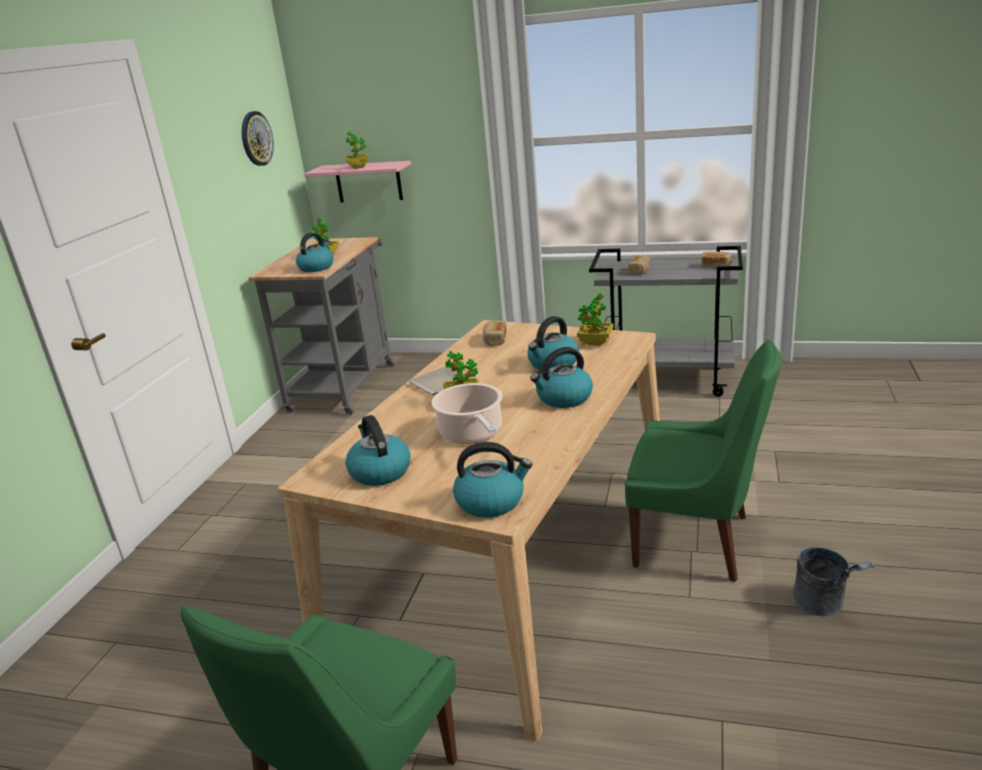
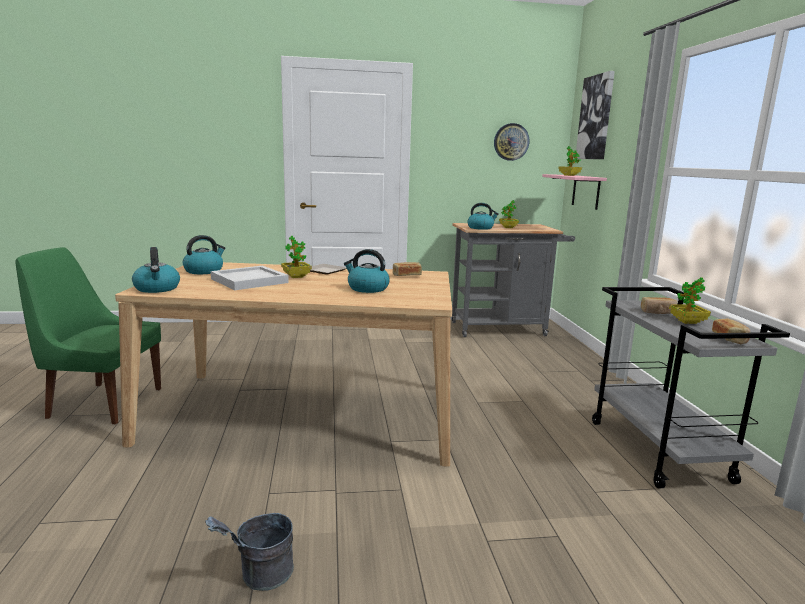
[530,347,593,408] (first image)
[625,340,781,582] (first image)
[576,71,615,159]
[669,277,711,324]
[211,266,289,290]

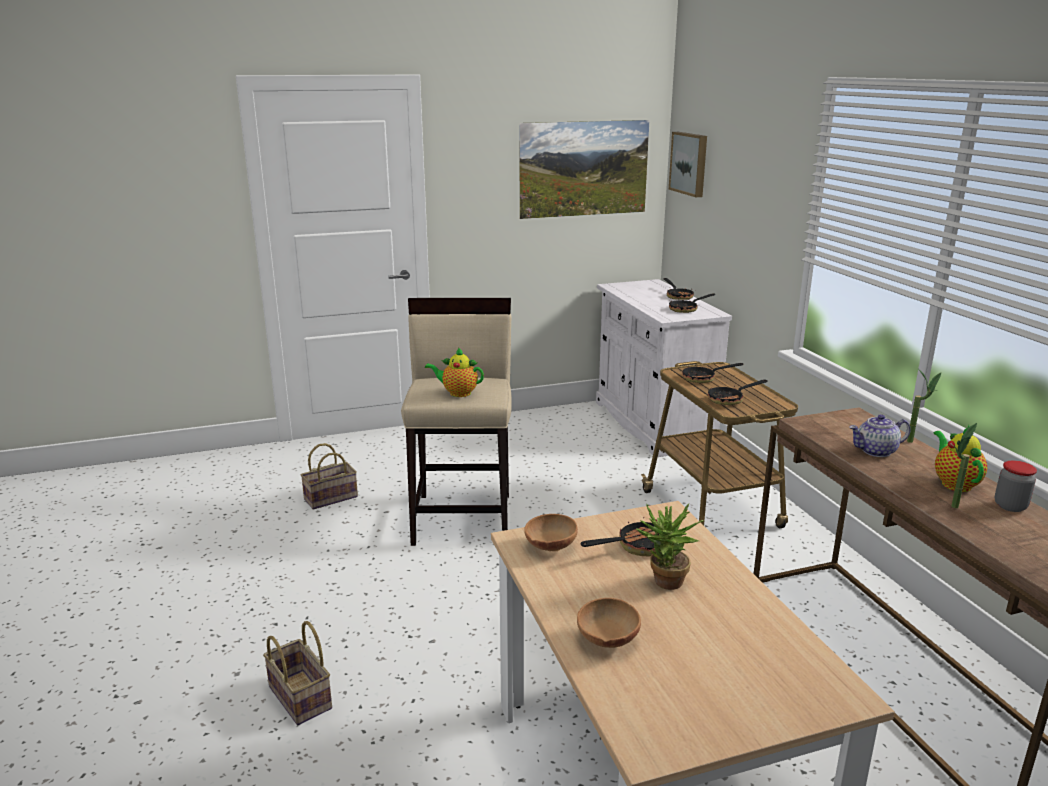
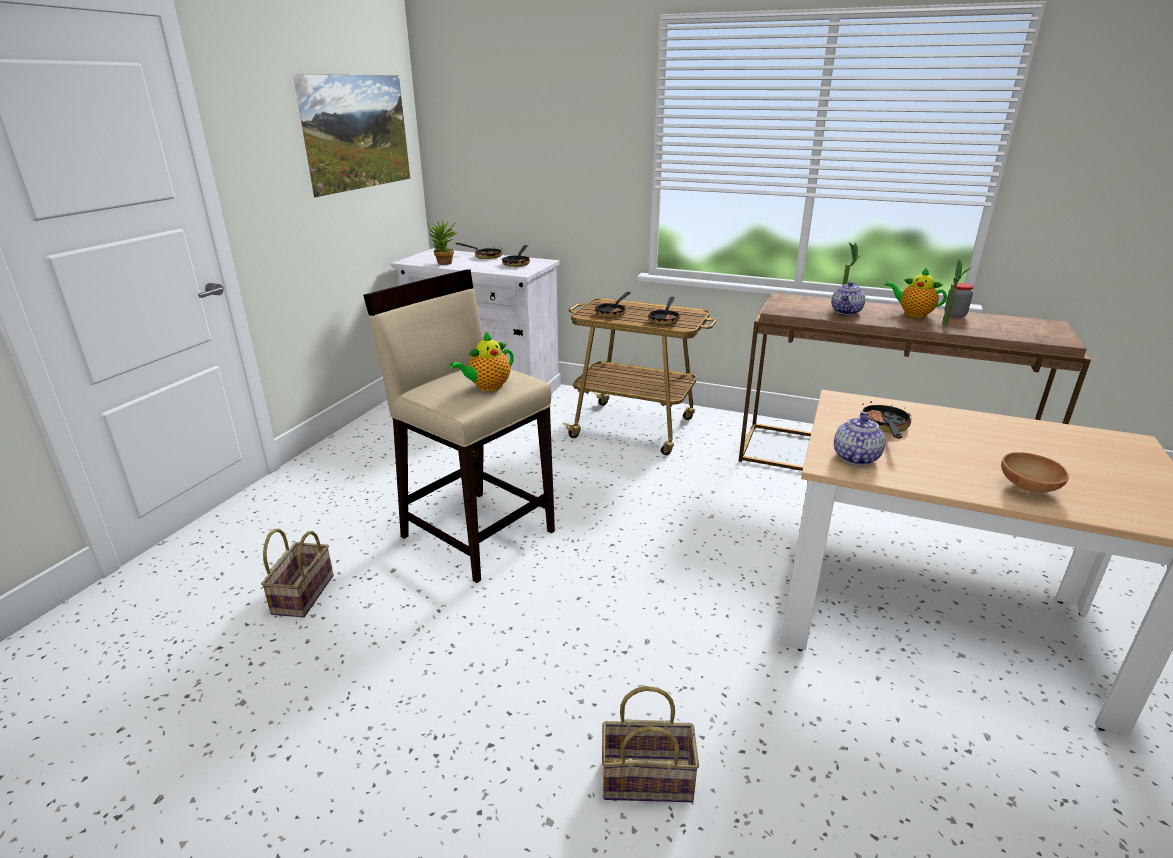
[669,132,707,197] (first image)
[427,221,457,265]
[834,412,885,465]

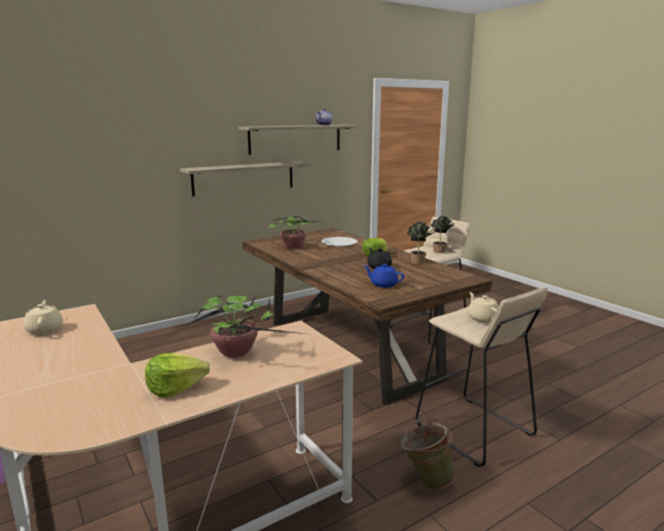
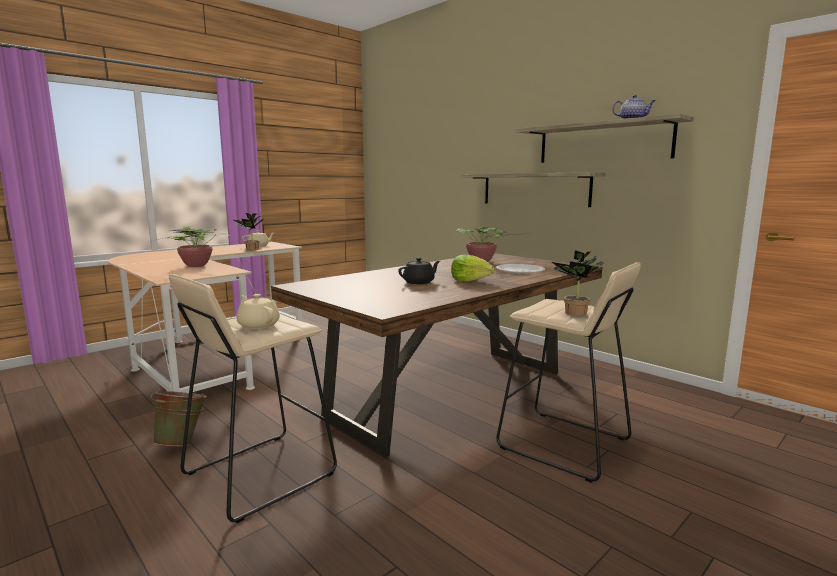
[145,353,210,397] (first image)
[363,264,404,288] (first image)
[234,213,264,250]
[237,294,280,329]

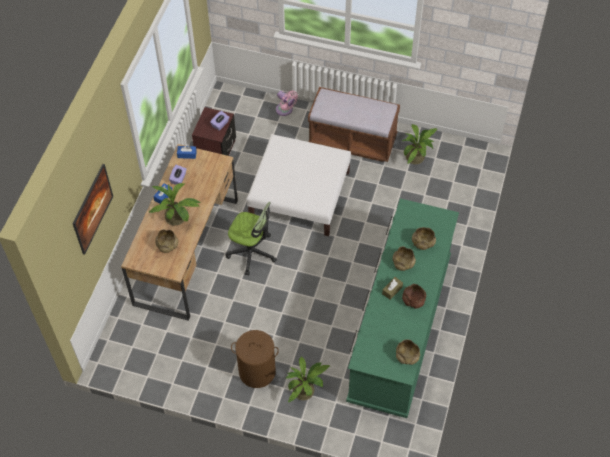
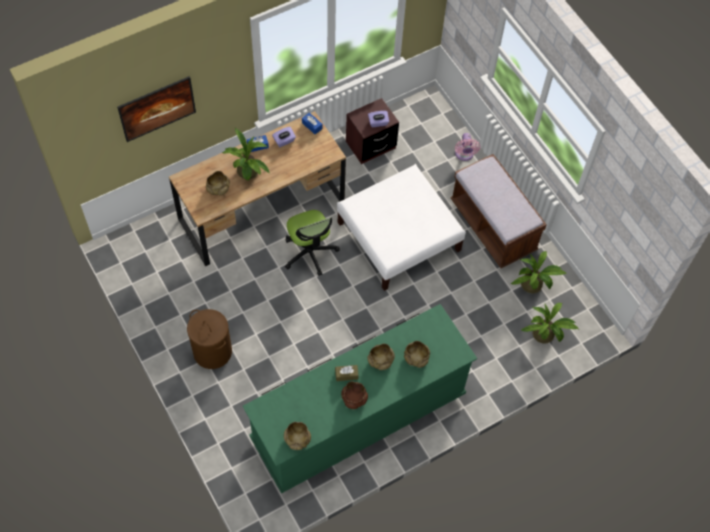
[521,303,579,344]

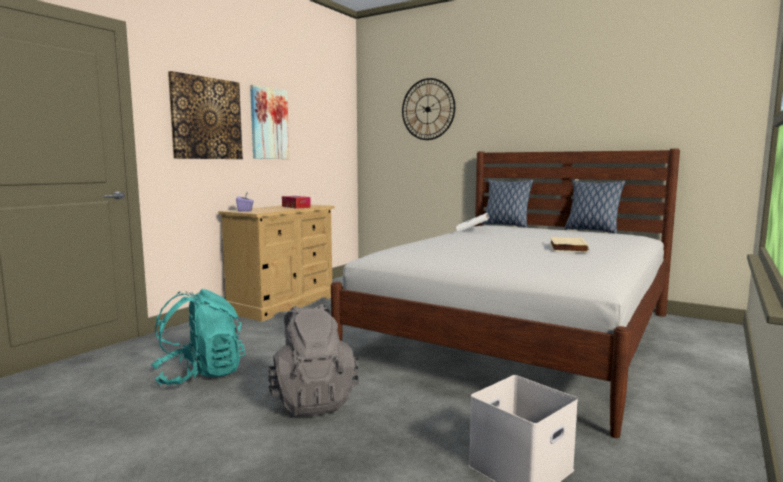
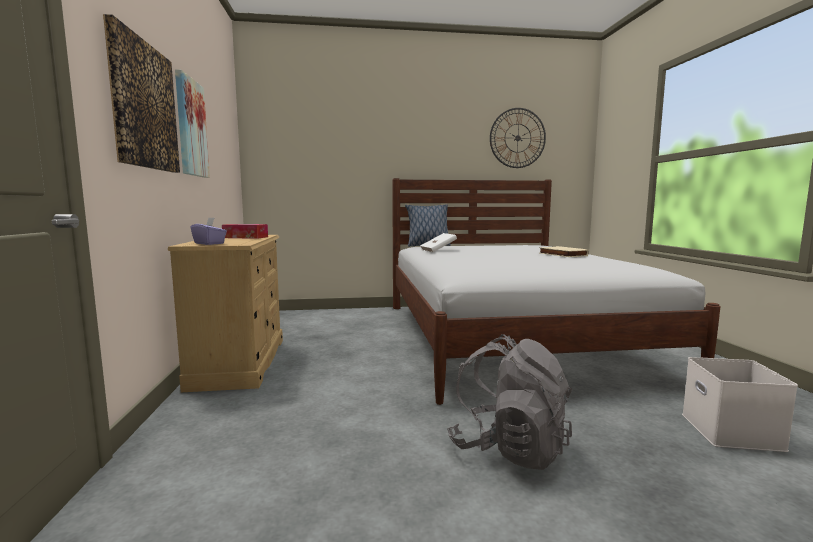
[151,289,245,385] (first image)
[564,180,626,233] (first image)
[490,108,546,168]

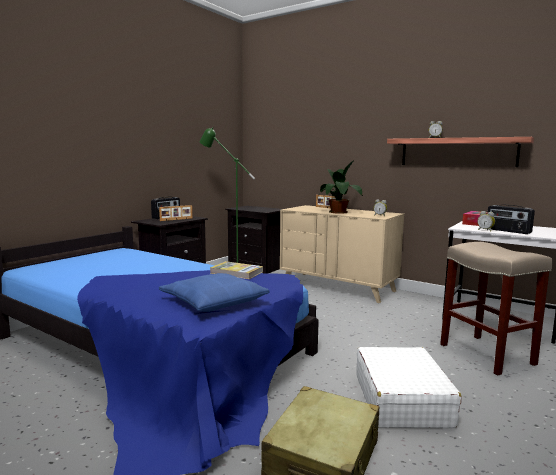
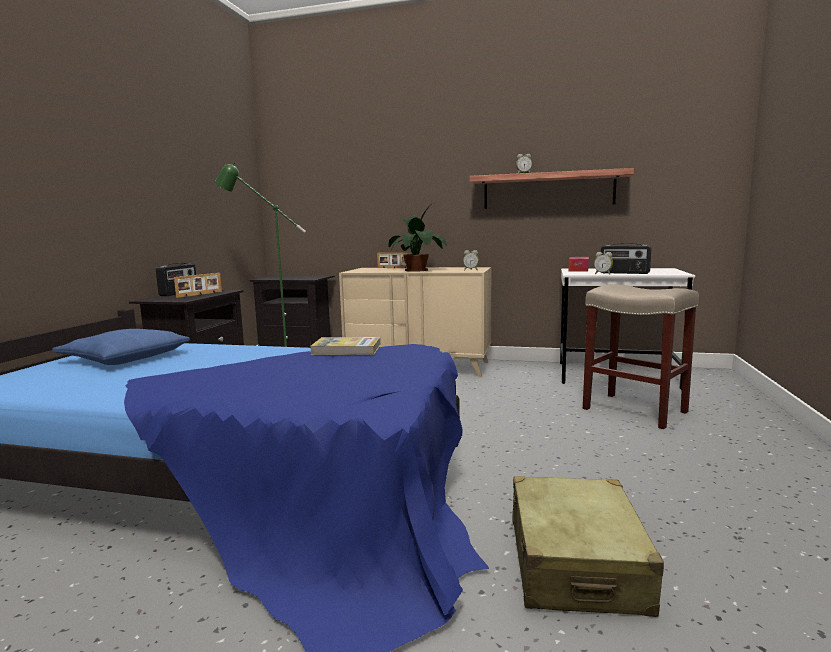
[356,347,462,428] (first image)
[52,329,190,365]

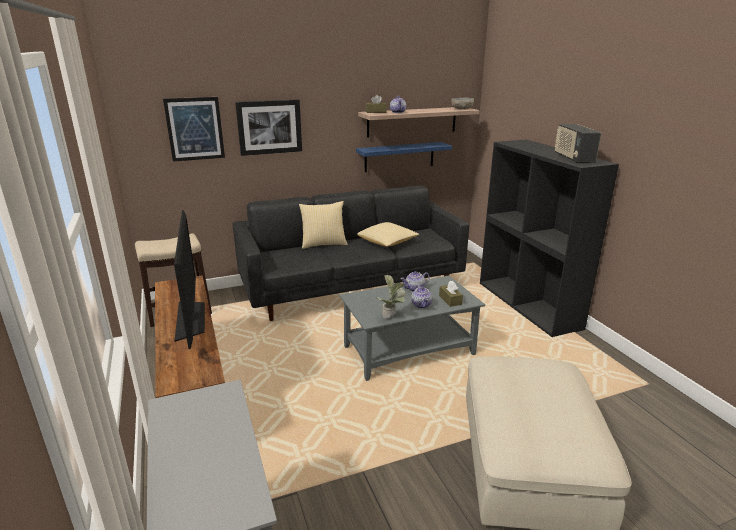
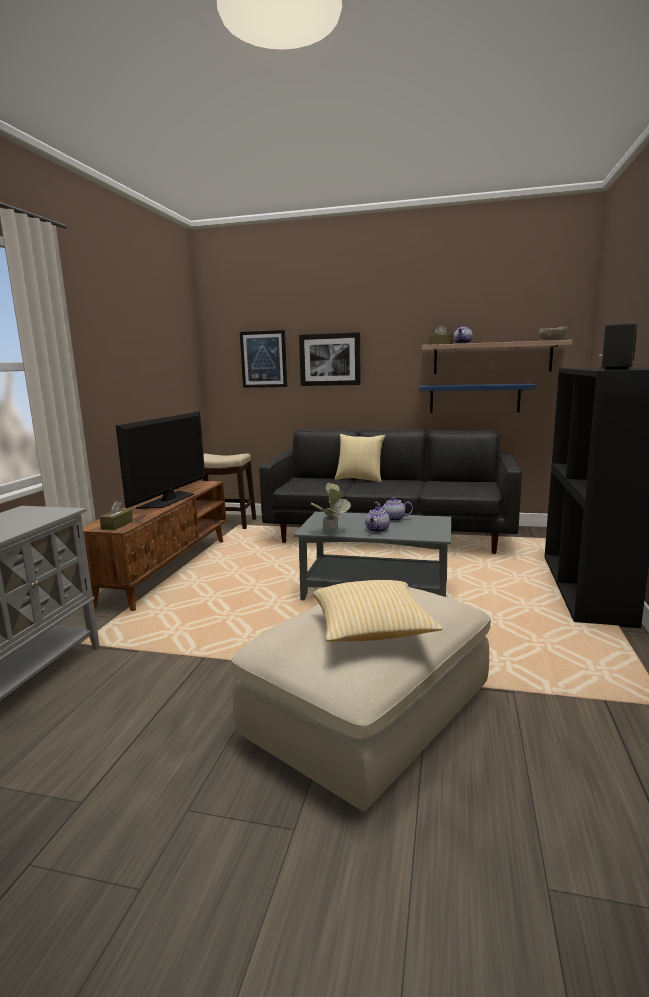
[313,580,443,642]
[100,501,133,530]

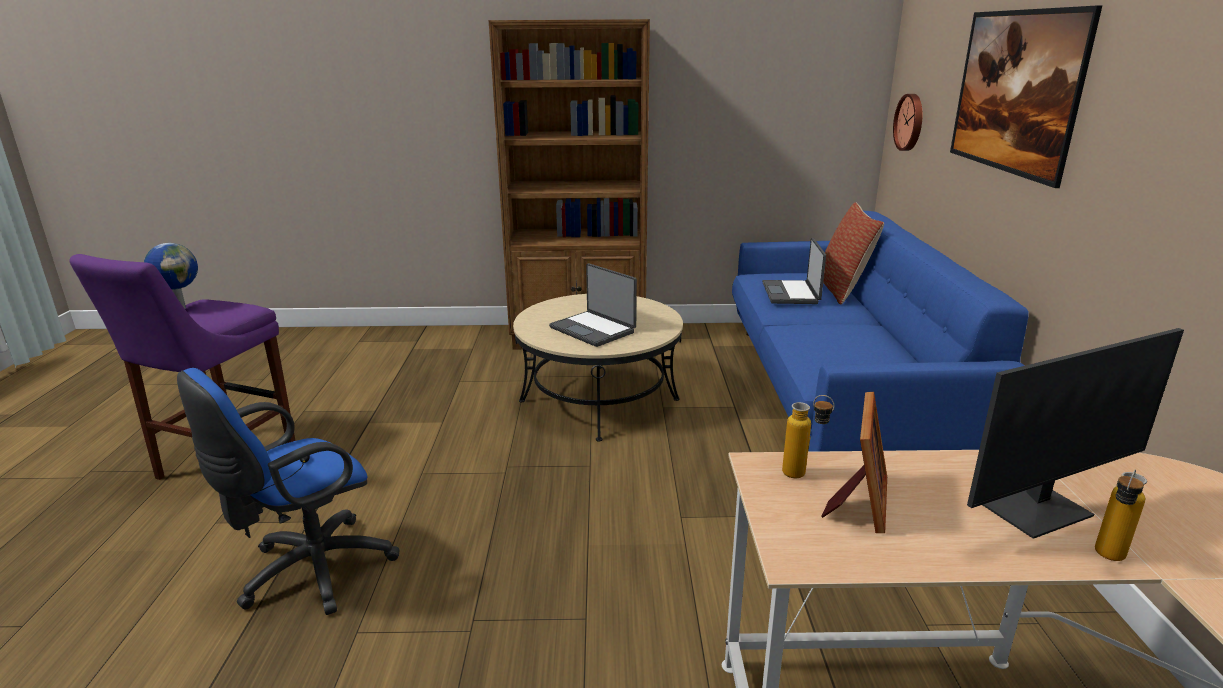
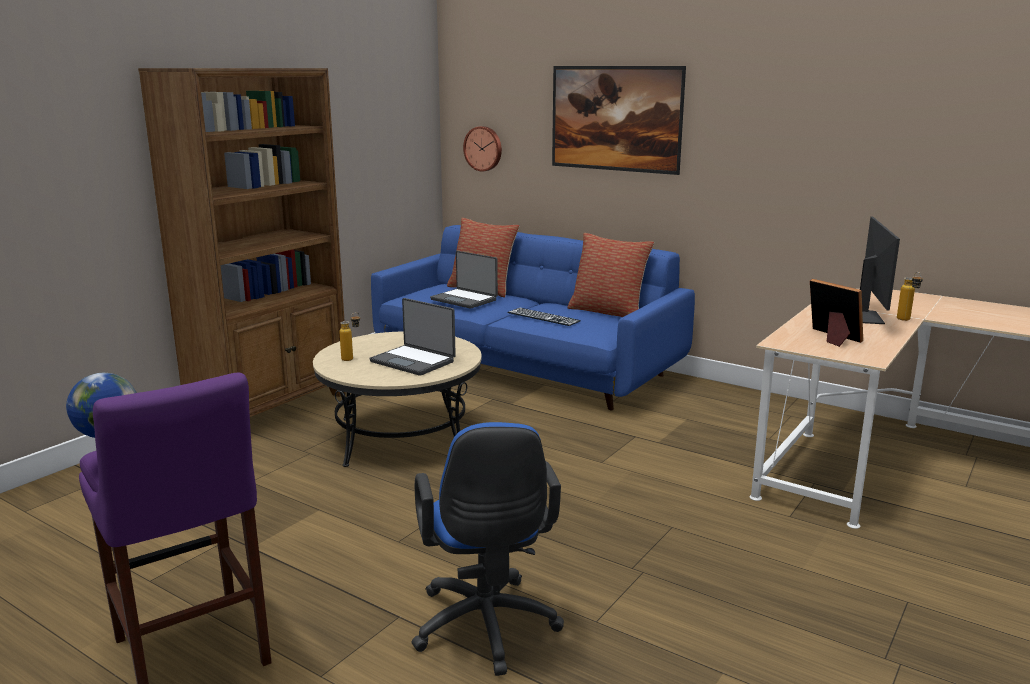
[508,308,581,326]
[567,233,654,317]
[339,313,360,361]
[369,298,456,376]

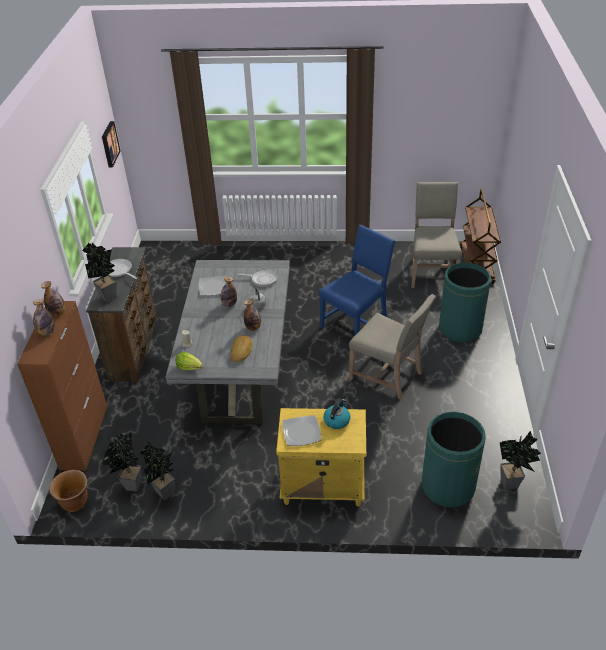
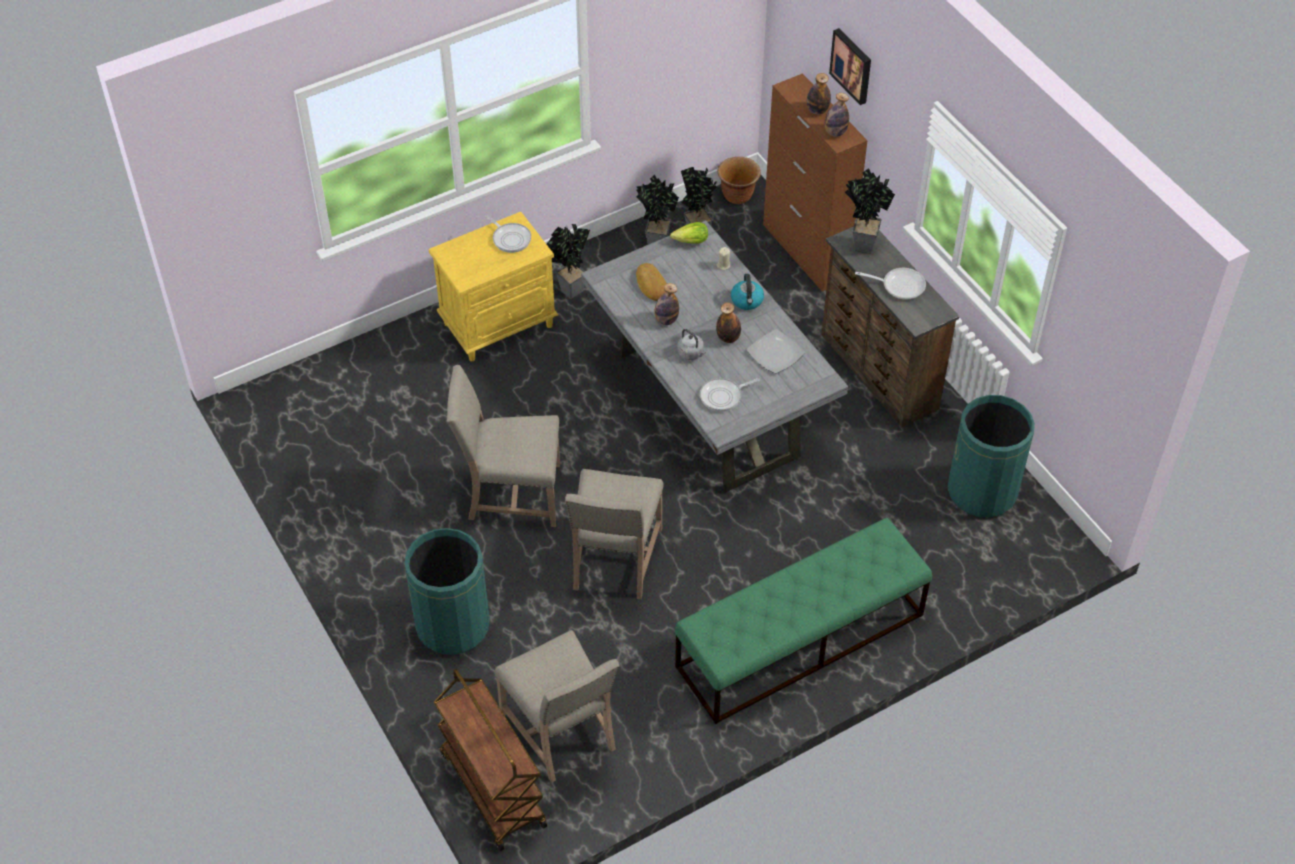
[675,518,932,724]
[829,28,871,105]
[731,274,764,310]
[948,395,1035,517]
[547,224,590,299]
[485,215,531,253]
[565,469,664,599]

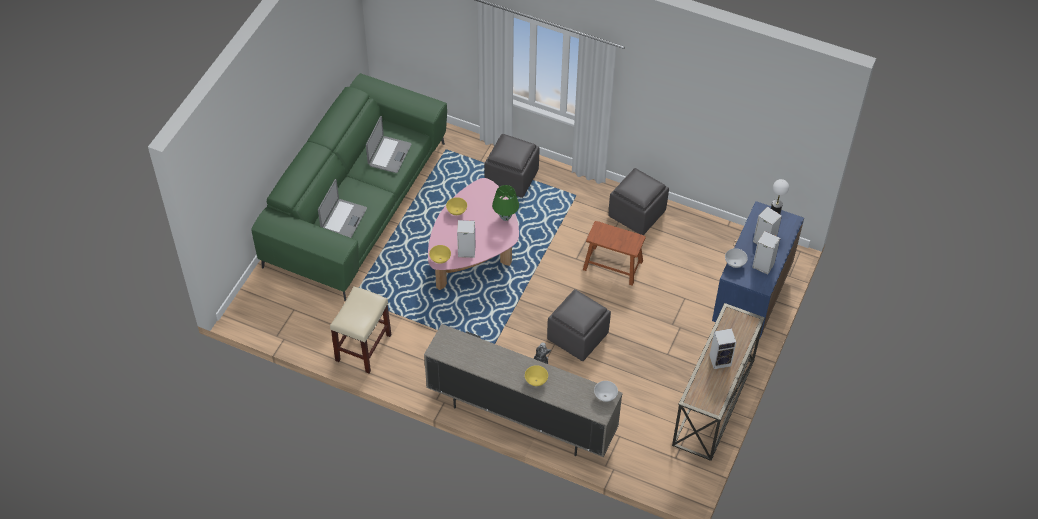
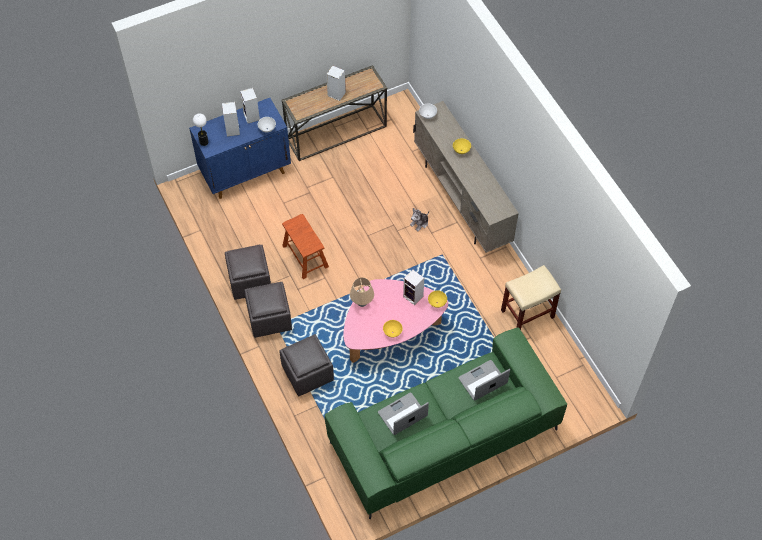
[244,282,292,338]
[350,277,374,307]

